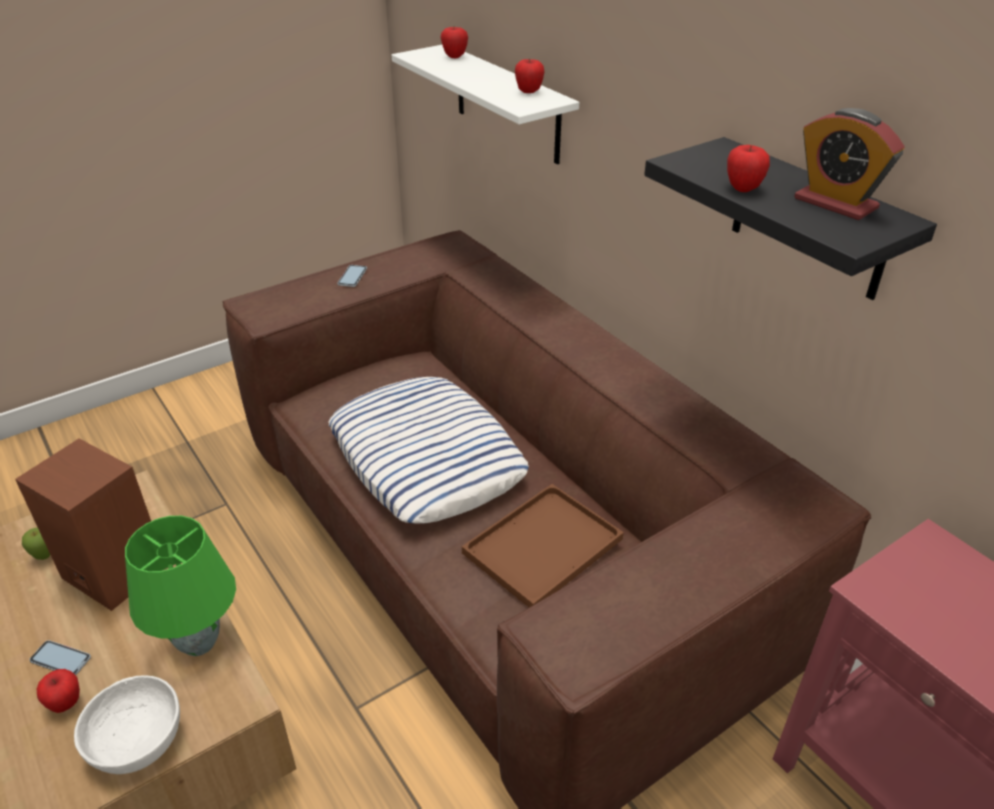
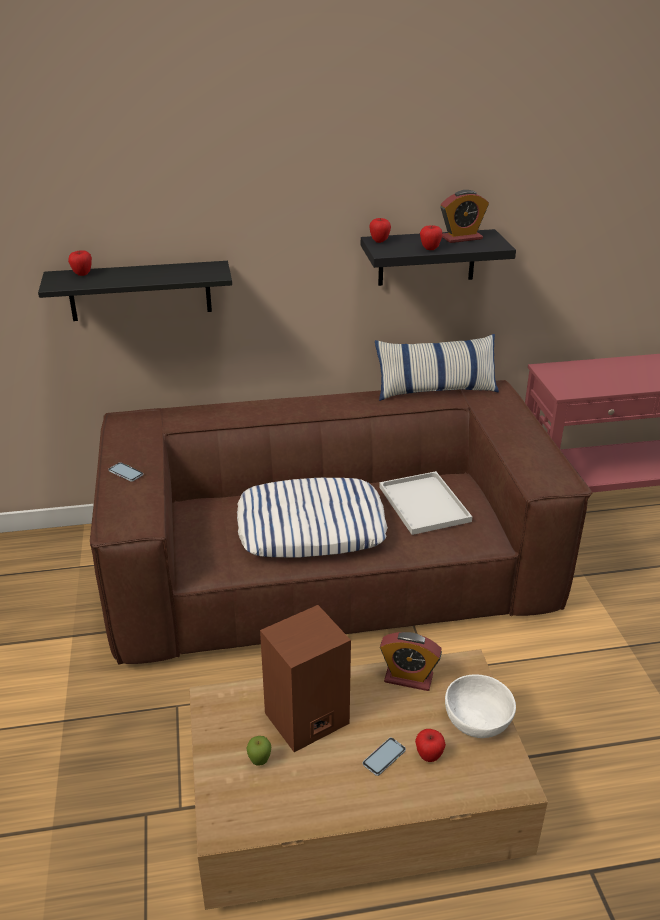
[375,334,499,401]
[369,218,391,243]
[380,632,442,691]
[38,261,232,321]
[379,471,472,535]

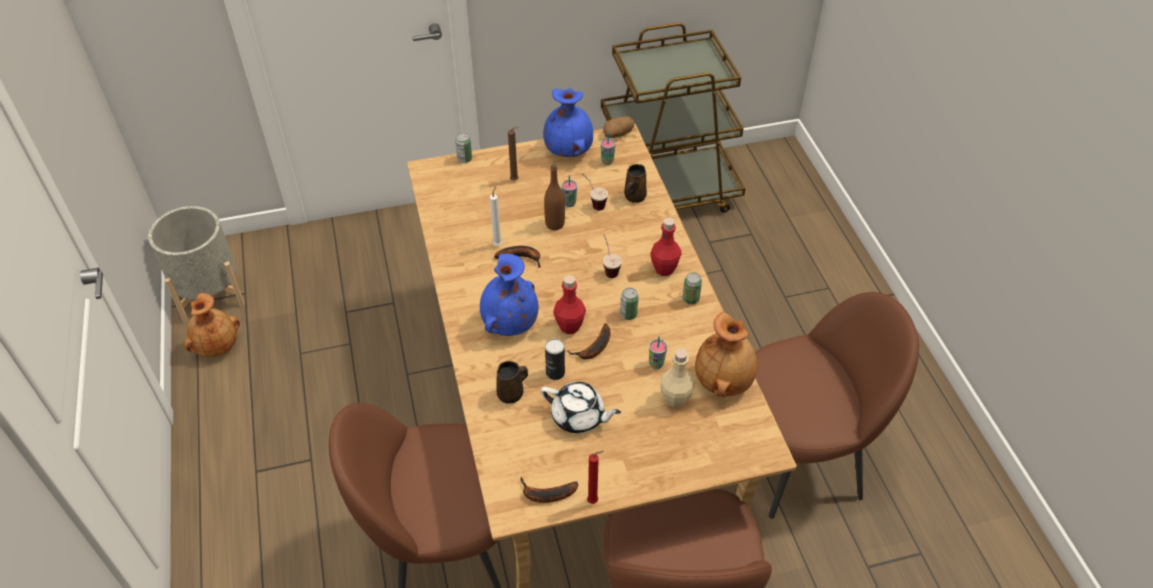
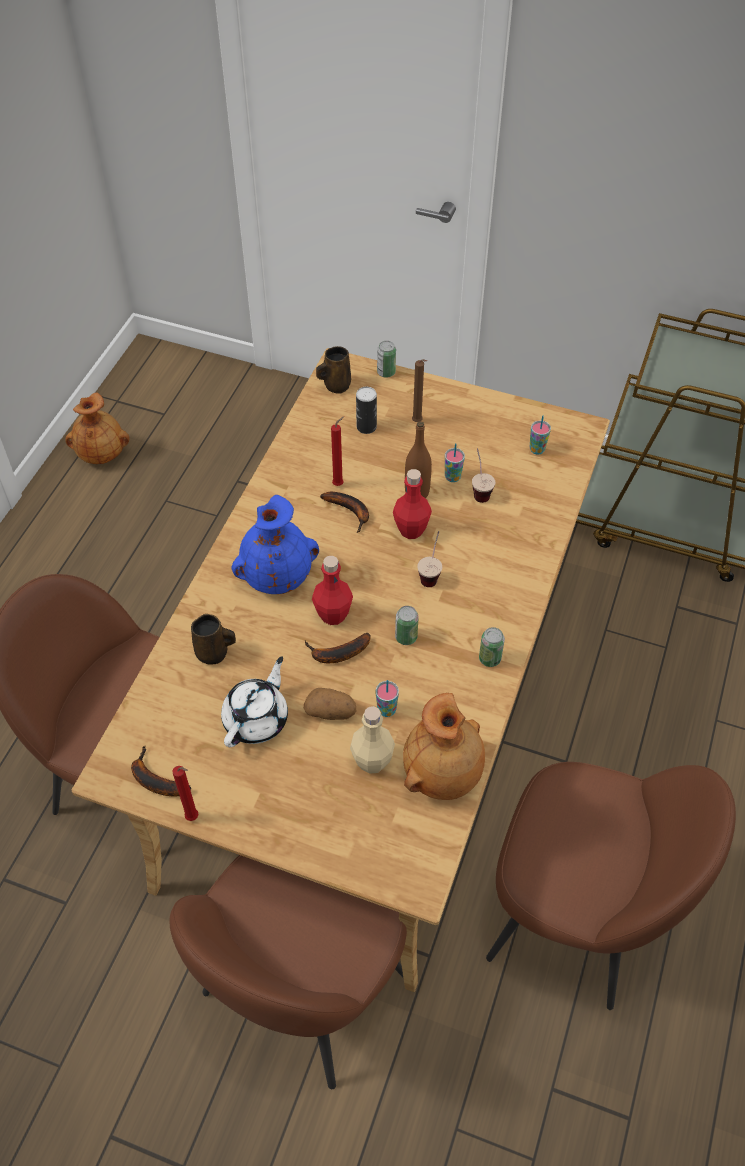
[148,206,245,323] (first image)
[543,88,593,157] (first image)
[356,387,377,434]
[304,688,356,720]
[316,346,351,393]
[393,469,432,539]
[331,416,344,486]
[221,657,288,747]

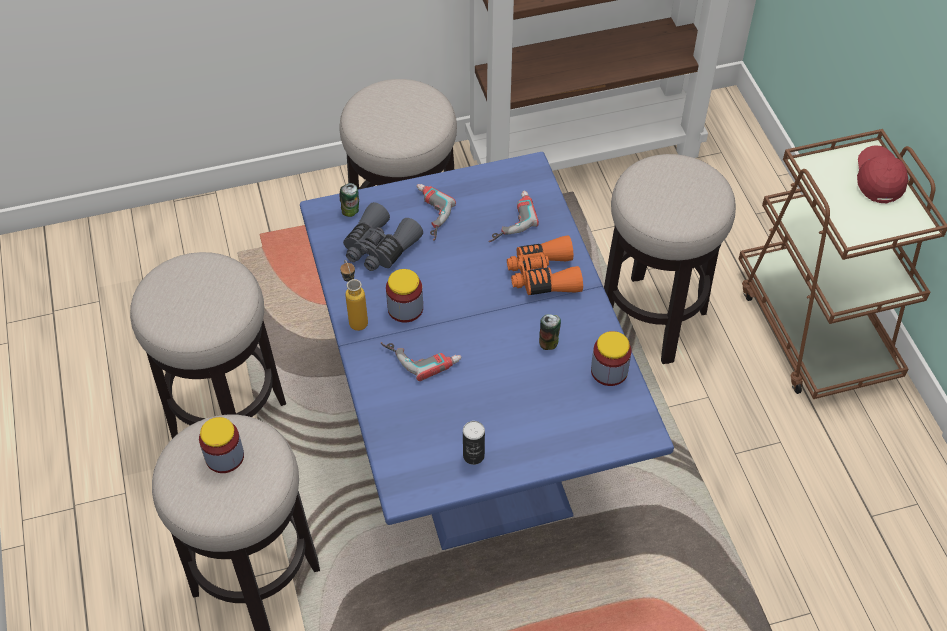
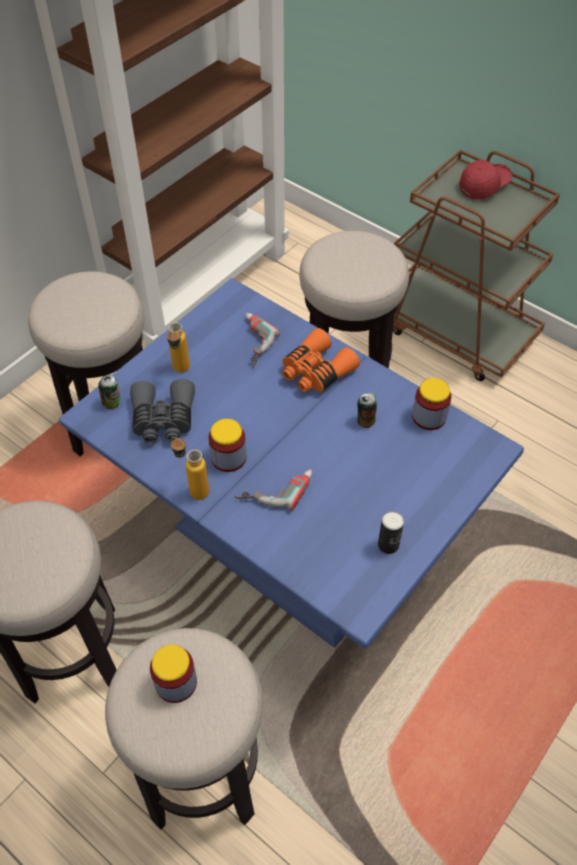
[167,322,190,373]
[459,160,512,200]

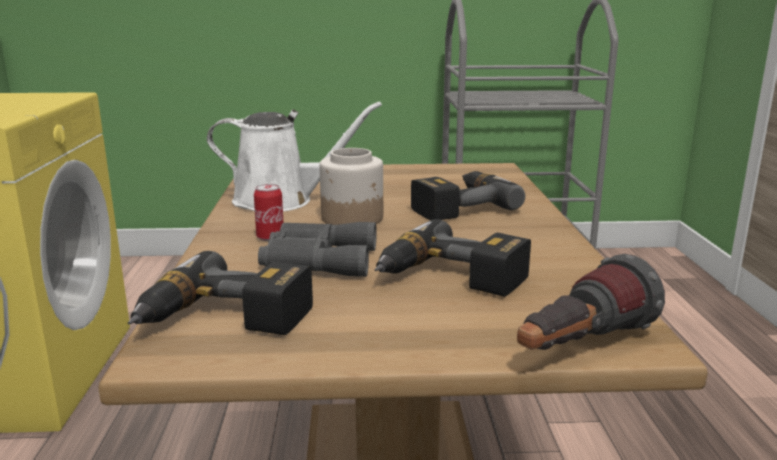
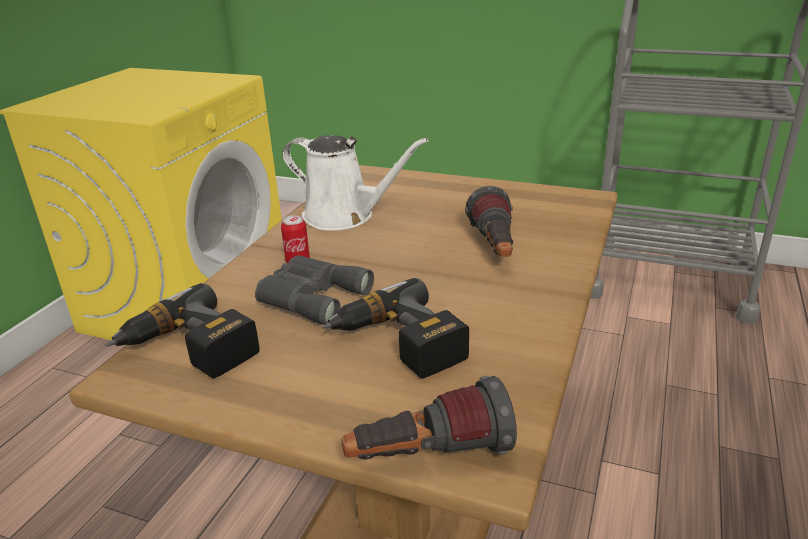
[320,148,383,225] (first image)
[465,186,513,257]

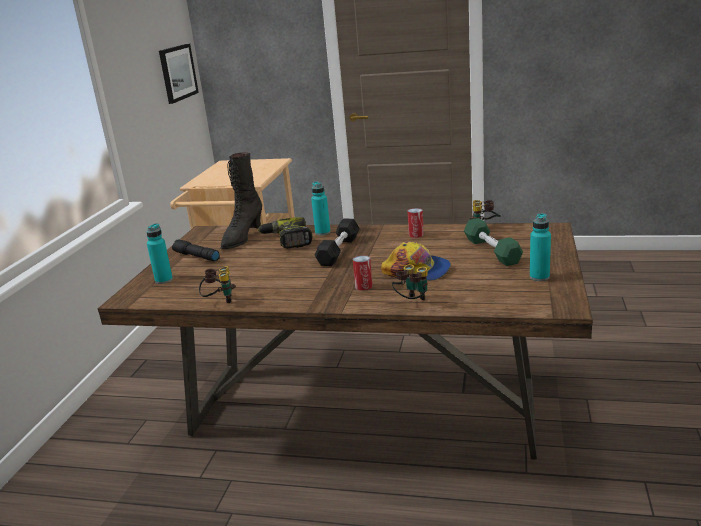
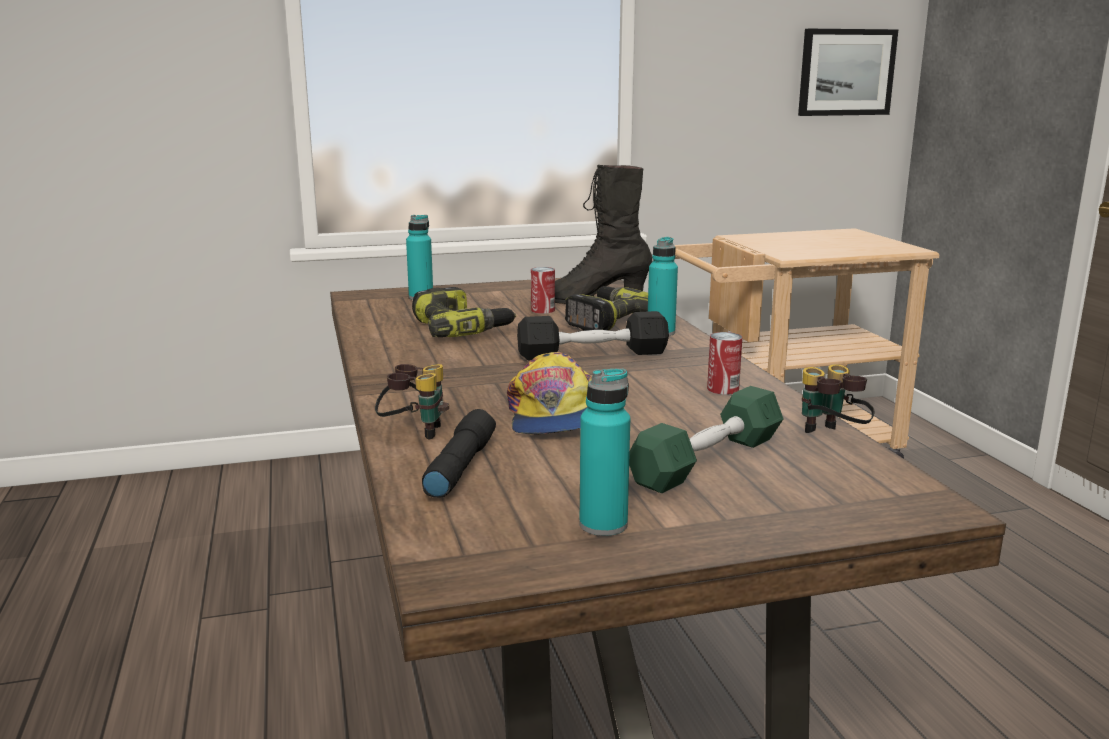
[199,266,236,303] (first image)
[412,287,516,337]
[422,409,496,498]
[531,267,555,314]

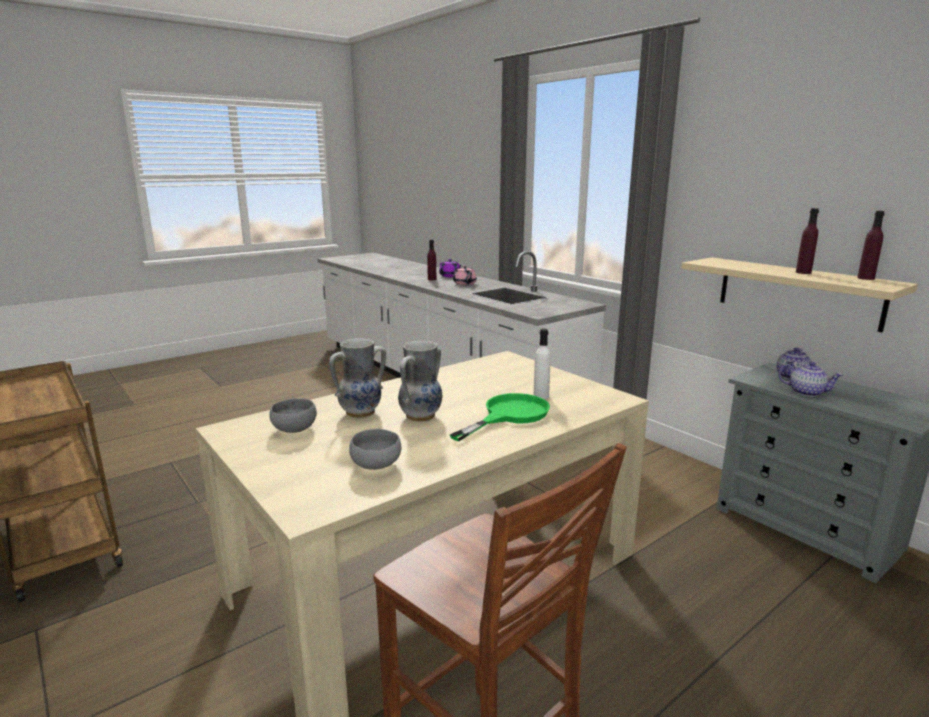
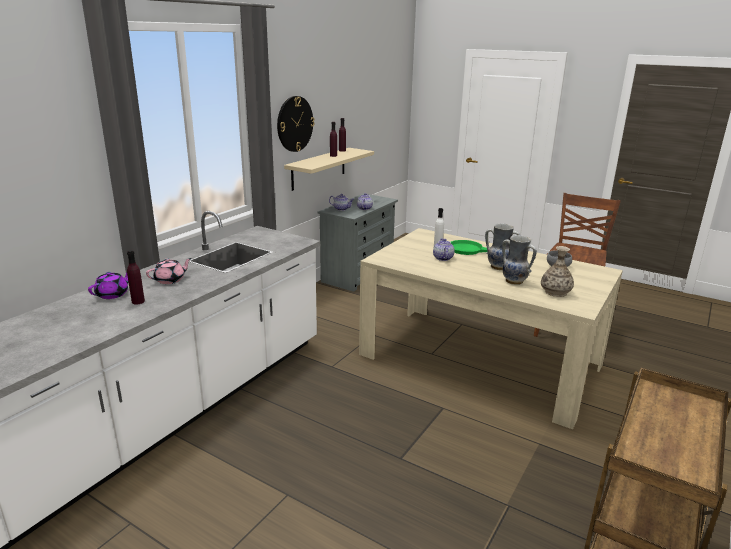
[277,96,315,152]
[433,238,454,261]
[541,246,574,297]

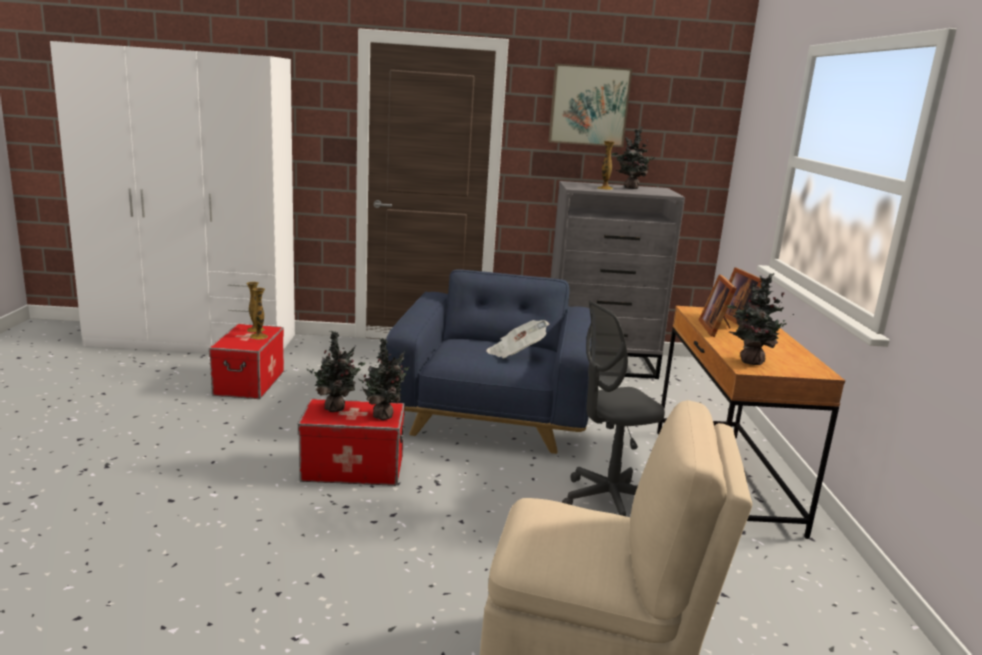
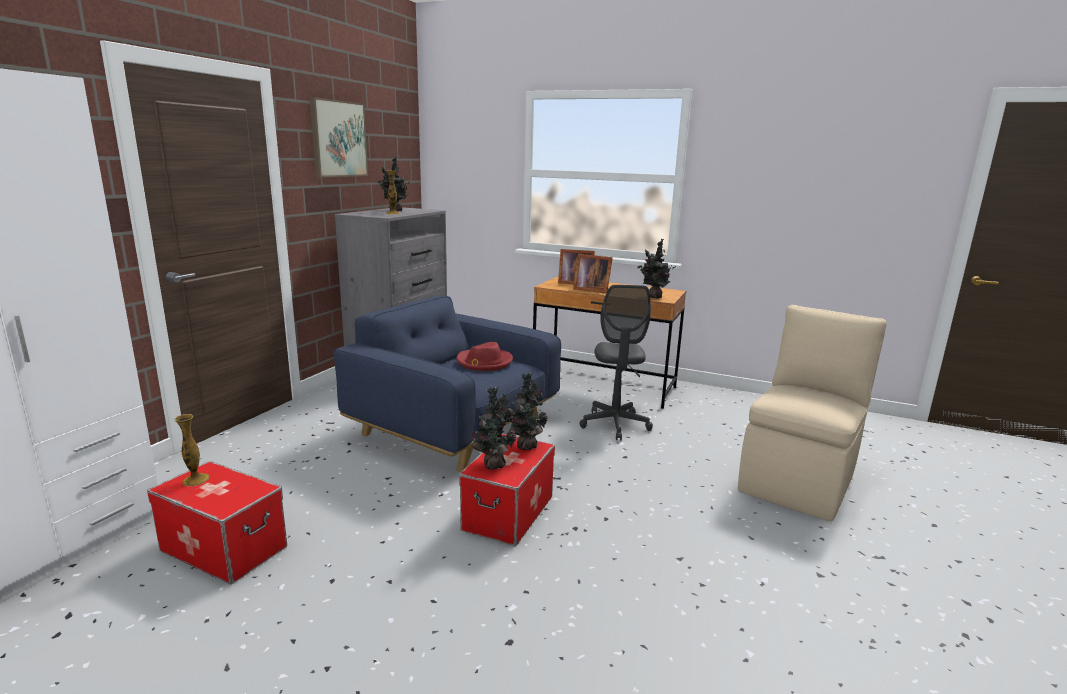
[250,288,268,340] (first image)
[456,342,513,371]

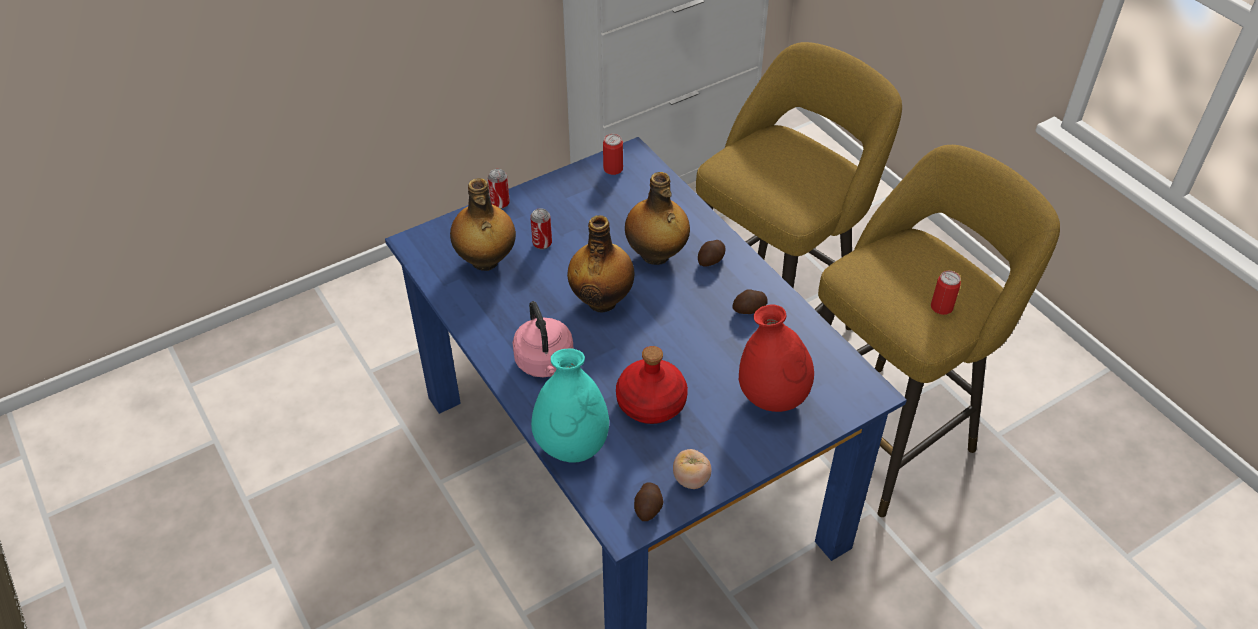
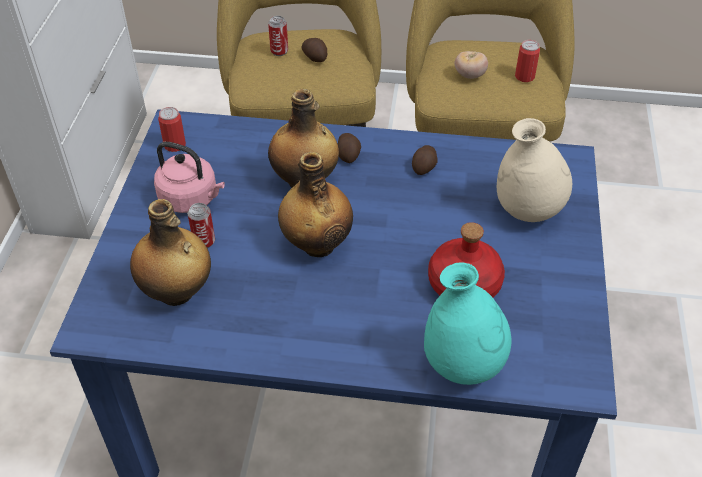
[268,16,288,56]
[154,142,225,213]
[302,38,327,62]
[454,51,488,79]
[497,118,572,222]

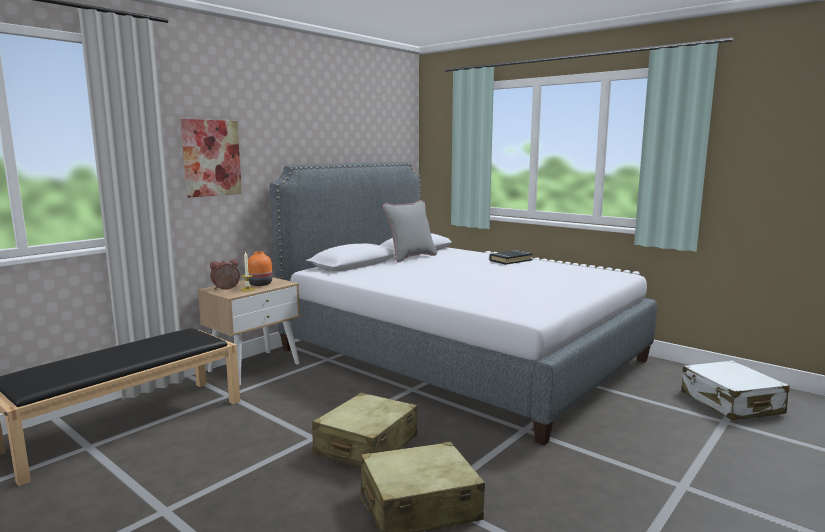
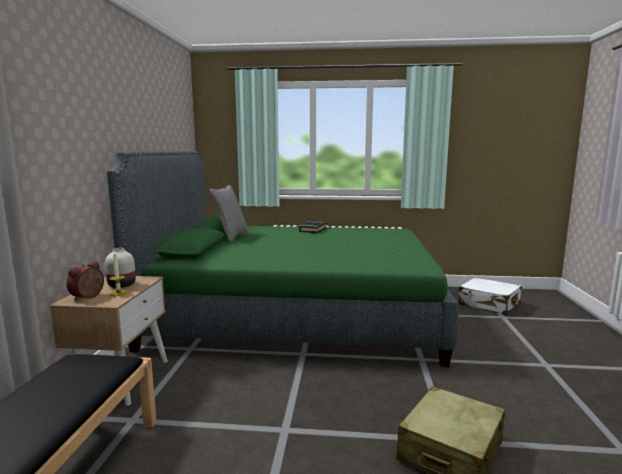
[180,119,242,198] (first image)
[312,392,417,468] (first image)
[105,248,136,288]
[107,151,459,367]

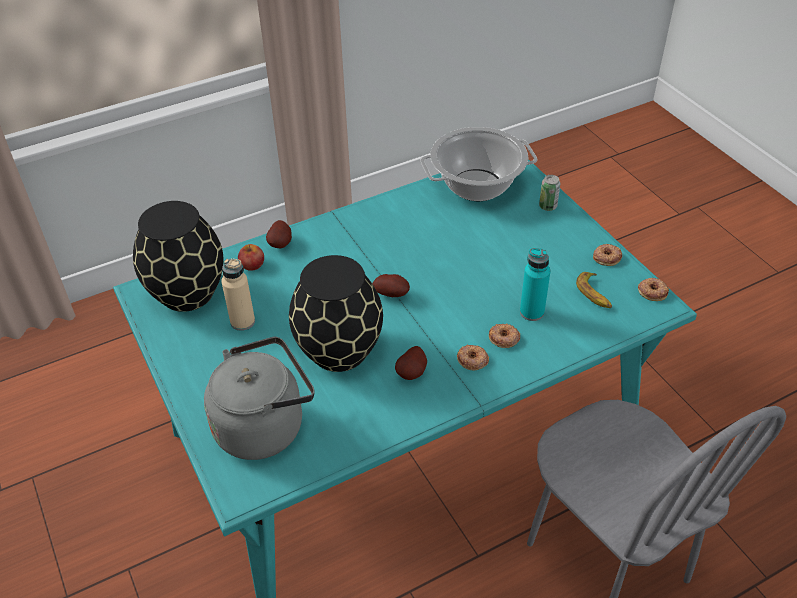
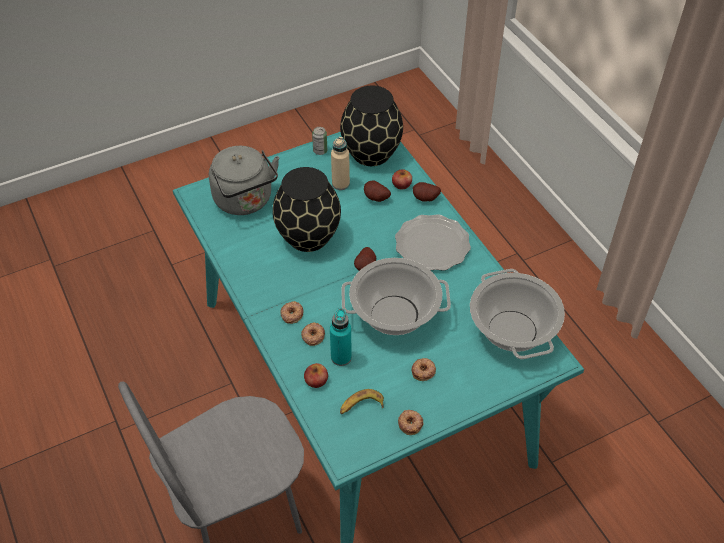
[304,363,328,388]
[341,258,451,335]
[395,214,471,271]
[364,181,391,202]
[312,127,327,155]
[411,358,436,381]

